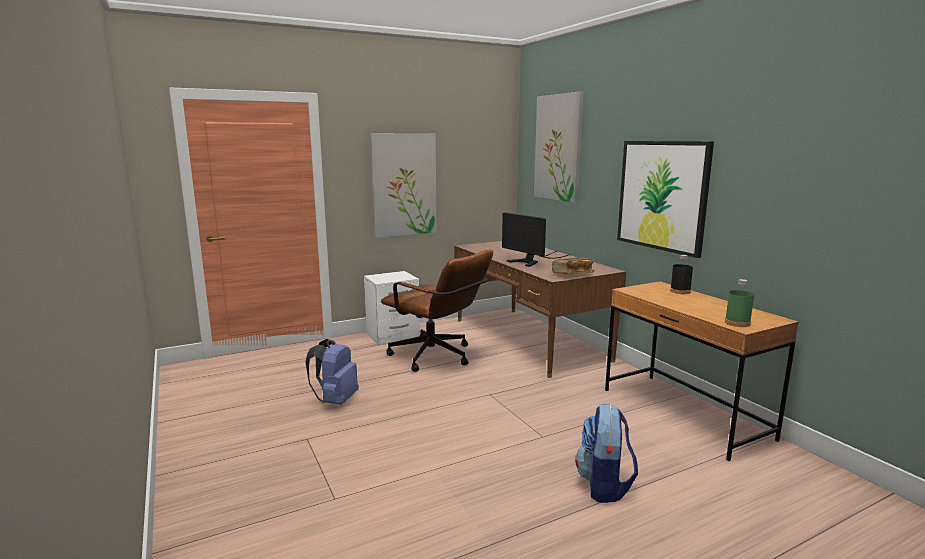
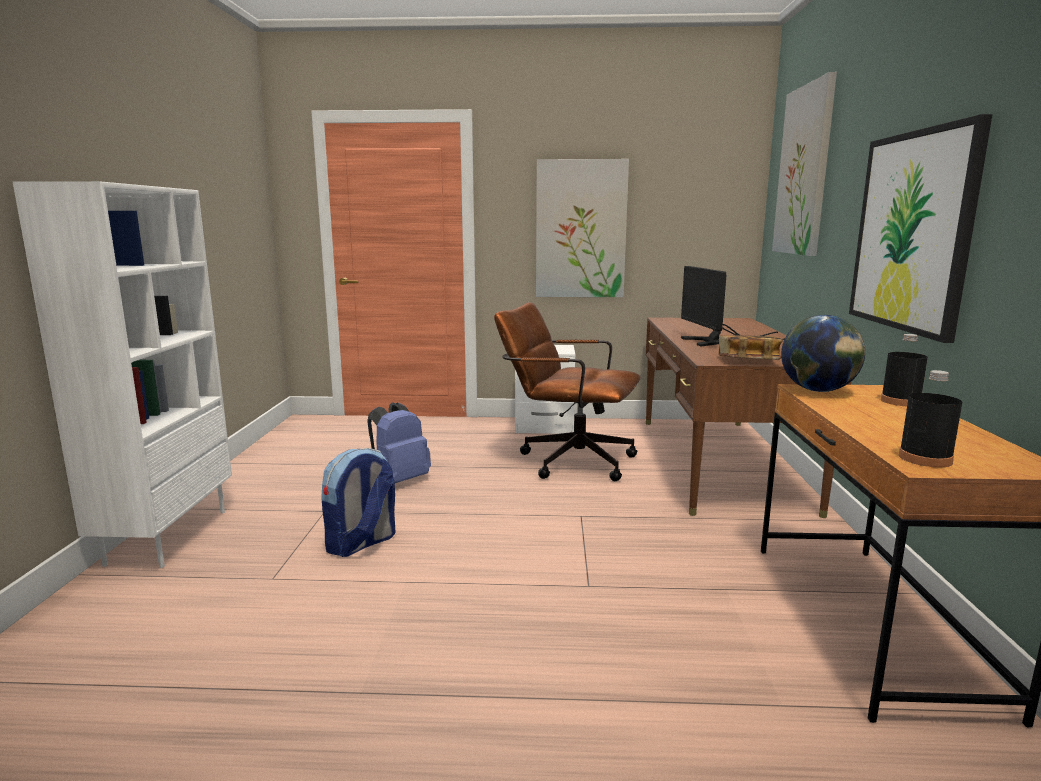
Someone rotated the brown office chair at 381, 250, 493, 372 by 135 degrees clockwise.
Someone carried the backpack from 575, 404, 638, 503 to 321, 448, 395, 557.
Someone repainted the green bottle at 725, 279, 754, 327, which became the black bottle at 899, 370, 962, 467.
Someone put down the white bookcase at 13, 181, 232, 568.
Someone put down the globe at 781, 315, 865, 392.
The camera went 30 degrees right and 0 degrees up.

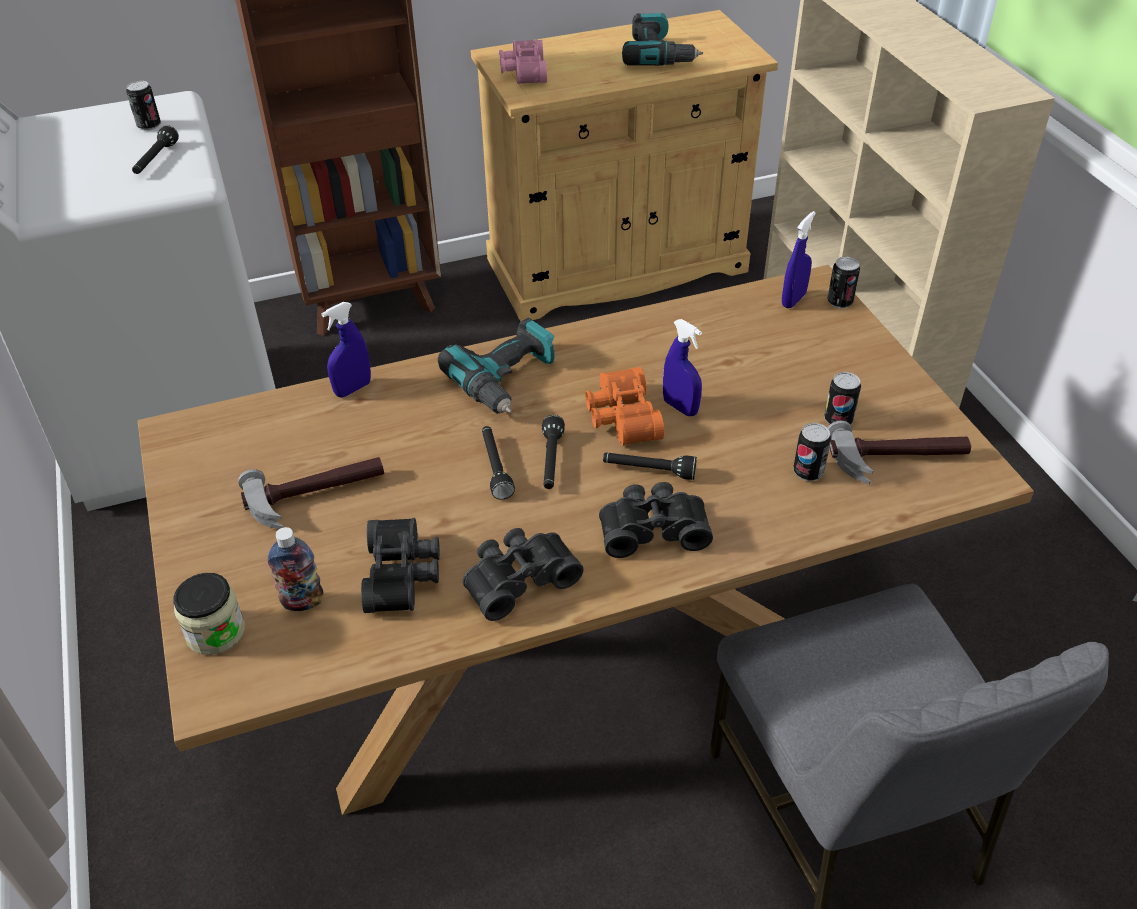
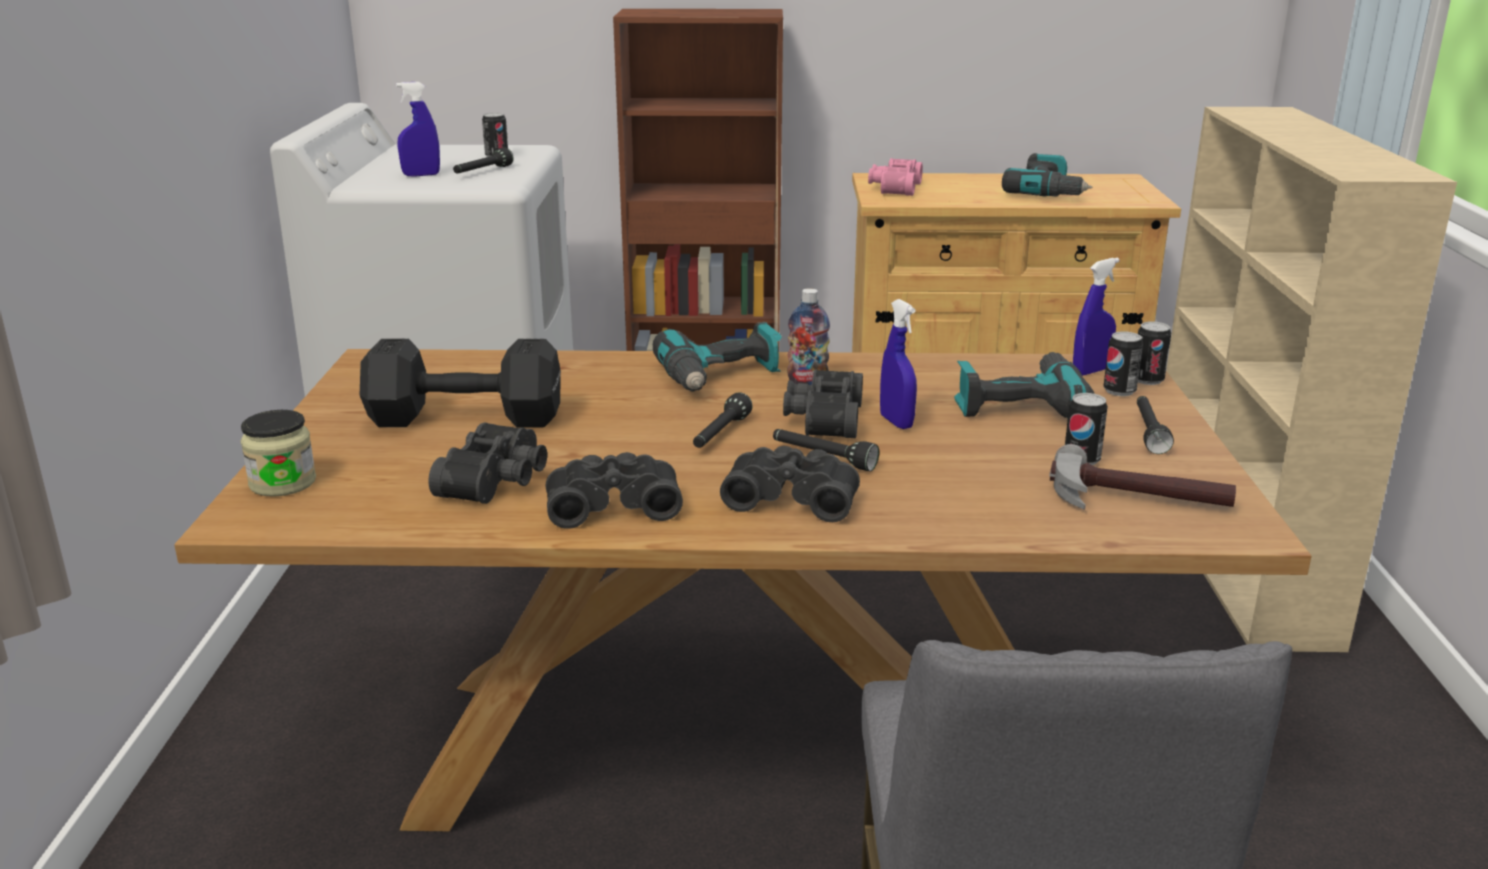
Someone swapped the hammer at 238, 457, 384, 529 for the black dumbbell at 360, 339, 561, 427.
Someone carried the bottle from 268, 527, 323, 611 to 787, 288, 830, 385.
Someone carried the blue spray bottle from 321, 302, 371, 397 to 396, 82, 440, 176.
Someone carried the black flashlight from 482, 426, 515, 500 to 1137, 396, 1174, 454.
Someone repainted the orange binoculars at 585, 367, 664, 446, which became the black binoculars at 783, 369, 863, 438.
Someone carried the can from 793, 423, 831, 481 to 1103, 331, 1143, 396.
Someone put down the power drill at 954, 352, 1095, 418.
The camera went 20 degrees right and 20 degrees down.

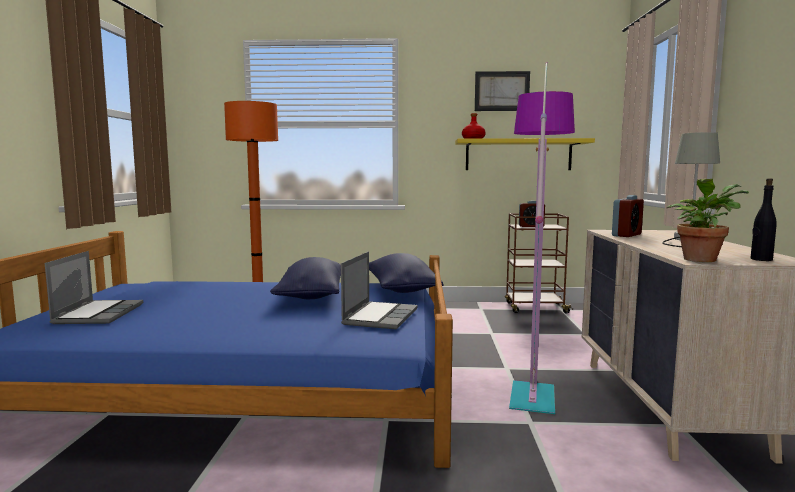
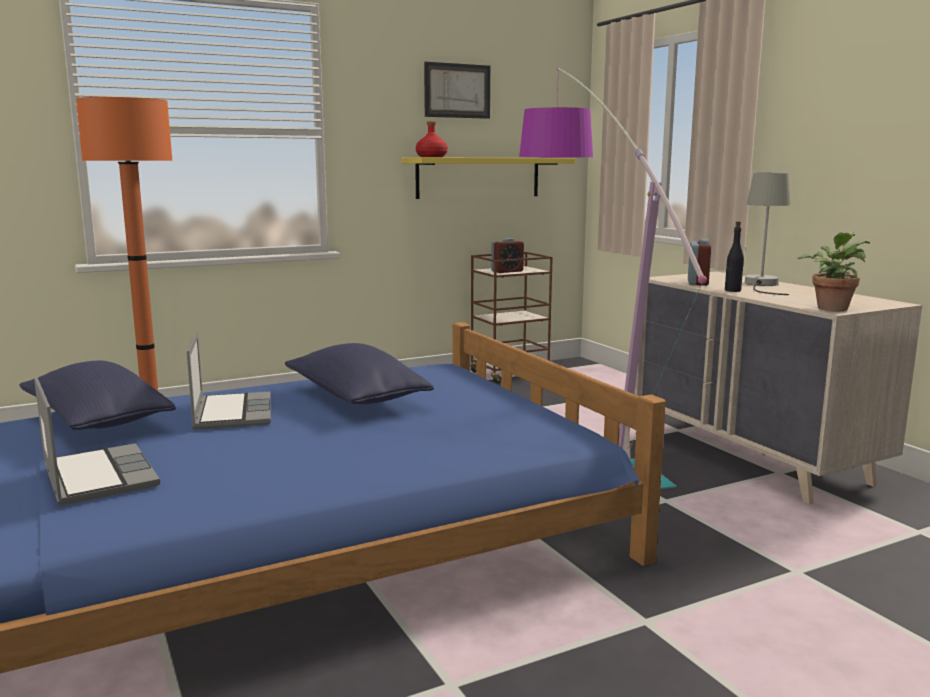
Someone carried the laptop from 341, 251, 418, 330 to 187, 330, 271, 430.
Someone carried the blue pillow from 369, 253, 444, 293 to 19, 361, 176, 430.
Someone carried the black bottle from 751, 178, 777, 261 to 725, 221, 744, 292.
The camera went 30 degrees left and 5 degrees up.

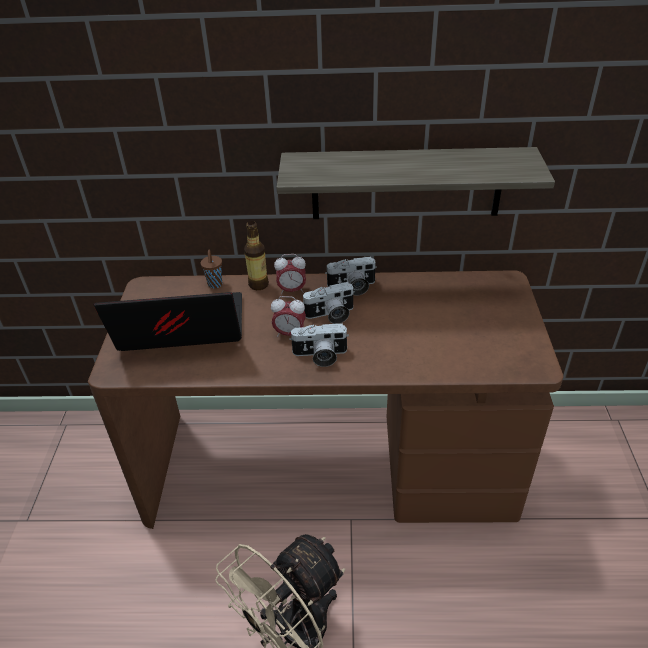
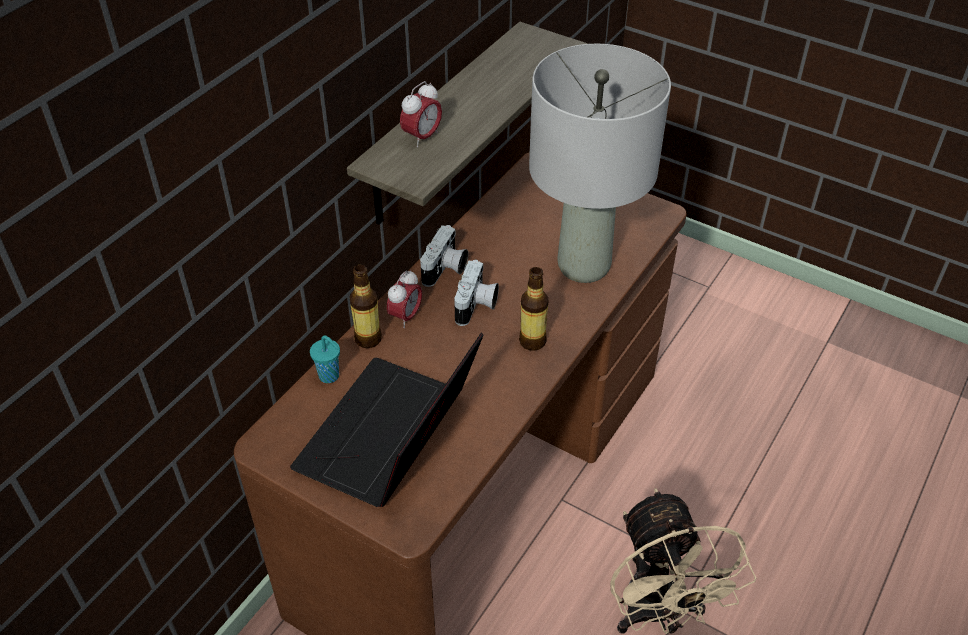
Someone repainted the brown cup at 201, 250, 222, 288, which became the turquoise cup at 310, 335, 340, 383.
Someone carried the alarm clock from 271, 296, 306, 337 to 400, 81, 442, 148.
Someone swapped the photo camera at 289, 323, 349, 367 for the bottle at 519, 267, 548, 351.
Someone put down the grey table lamp at 529, 44, 671, 283.
The camera went 60 degrees left and 5 degrees up.

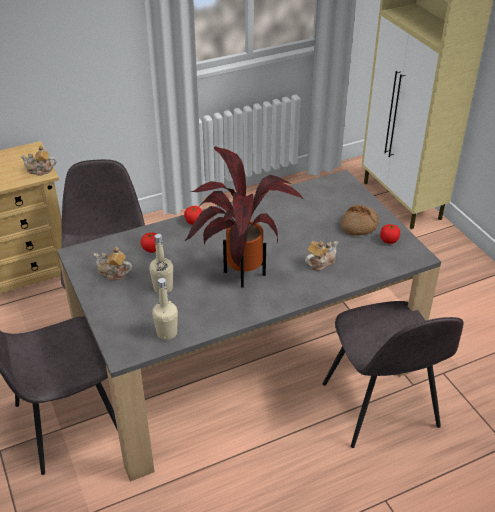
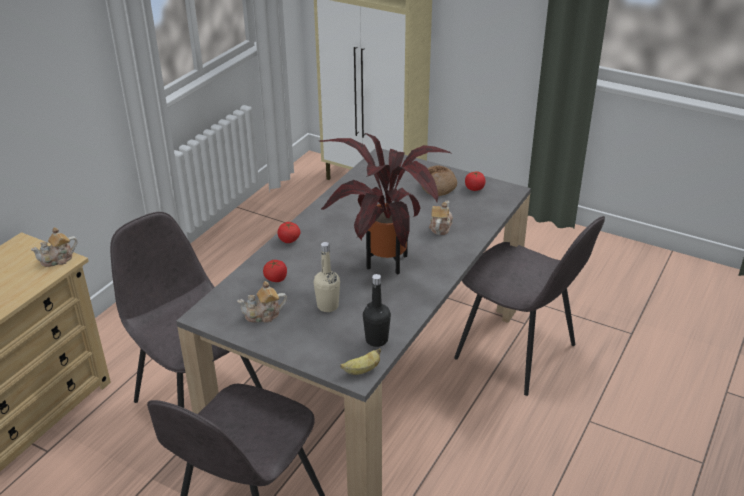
Someone repainted the beige bottle at 152, 278, 178, 340, which became the black bottle at 363, 274, 391, 347.
Someone put down the banana at 340, 348, 381, 375.
The camera went 35 degrees left and 5 degrees down.

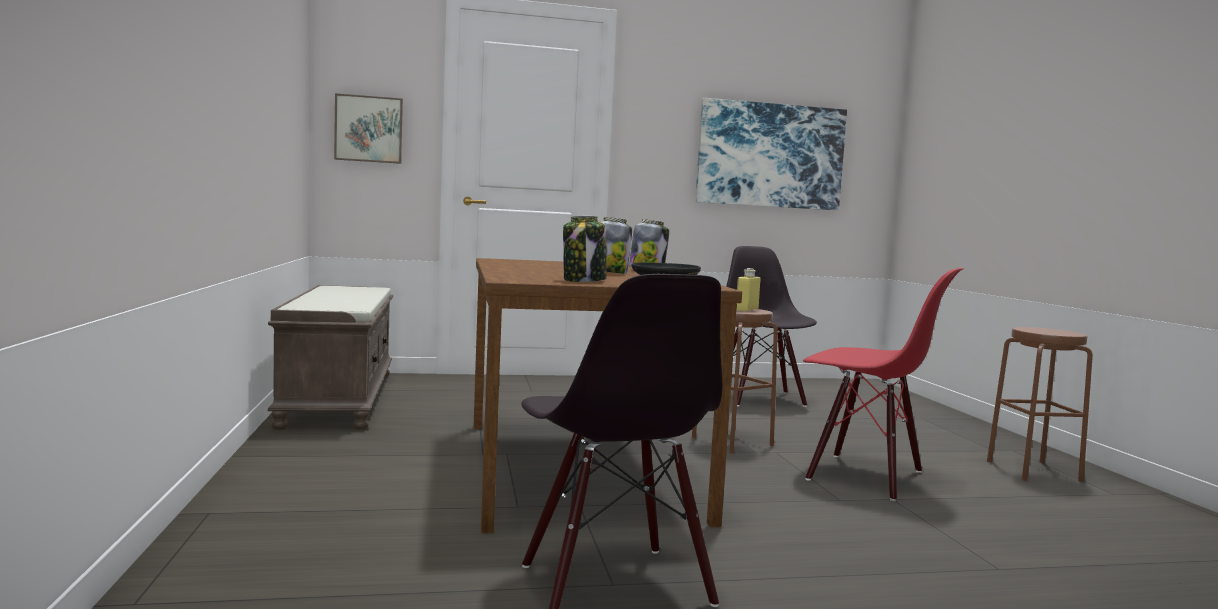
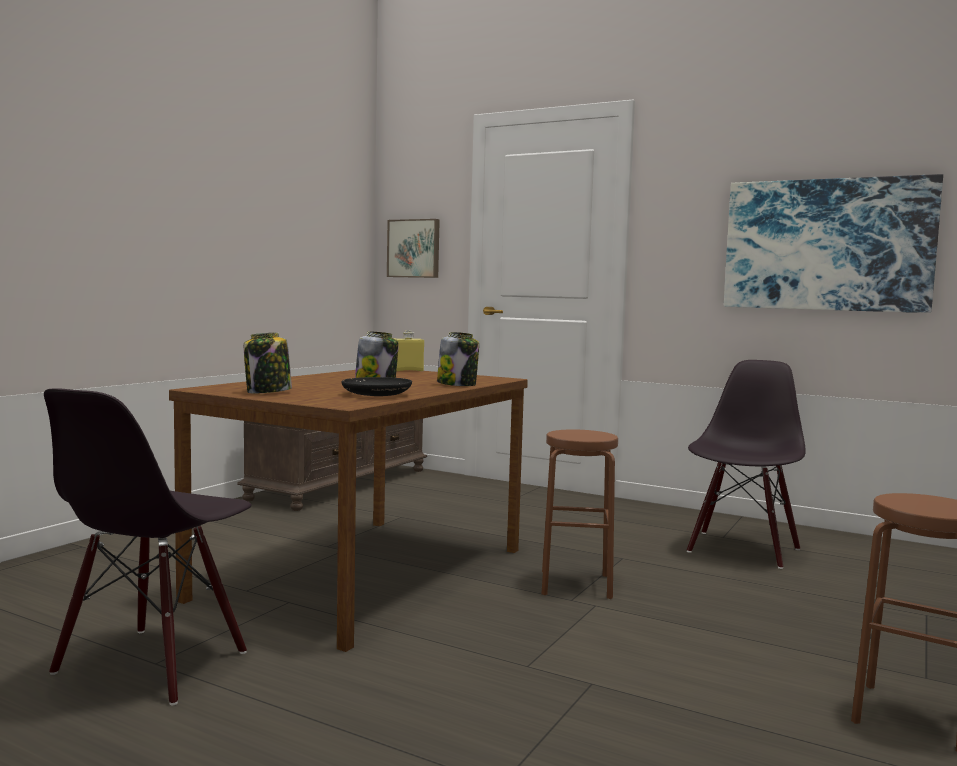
Someone carried the yellow bottle from 736, 268, 760, 312 to 395, 330, 424, 371.
Someone took away the red chair at 803, 268, 964, 501.
The camera went 40 degrees right and 0 degrees up.

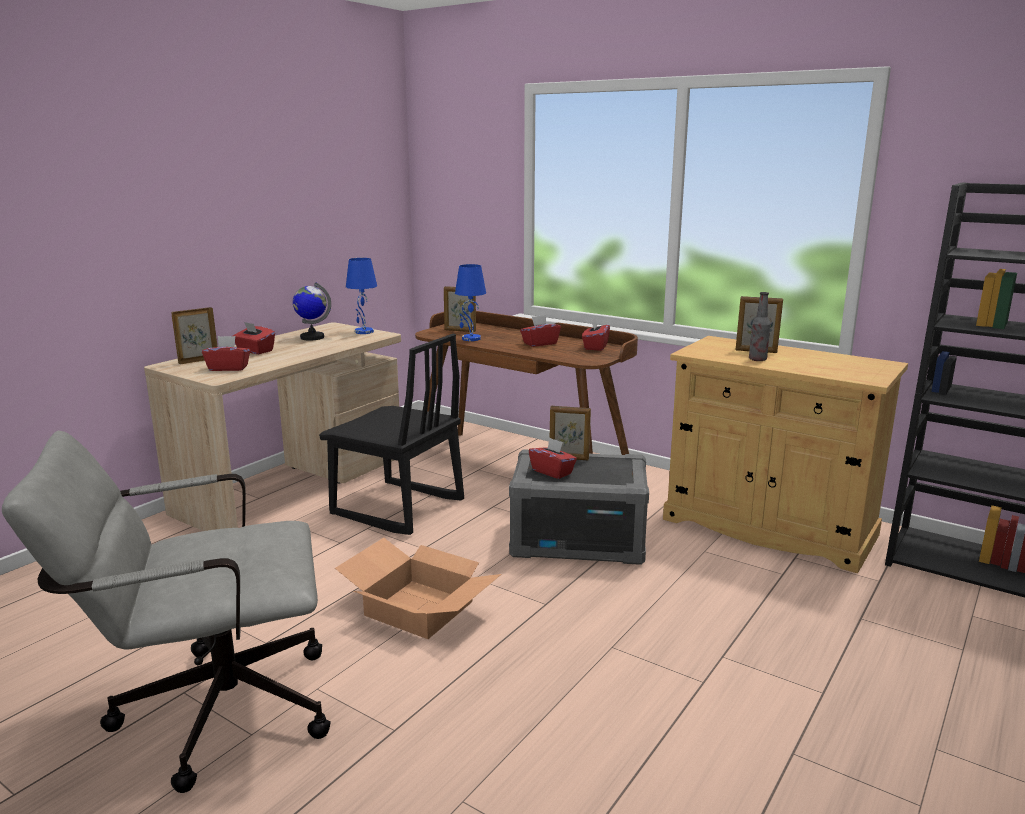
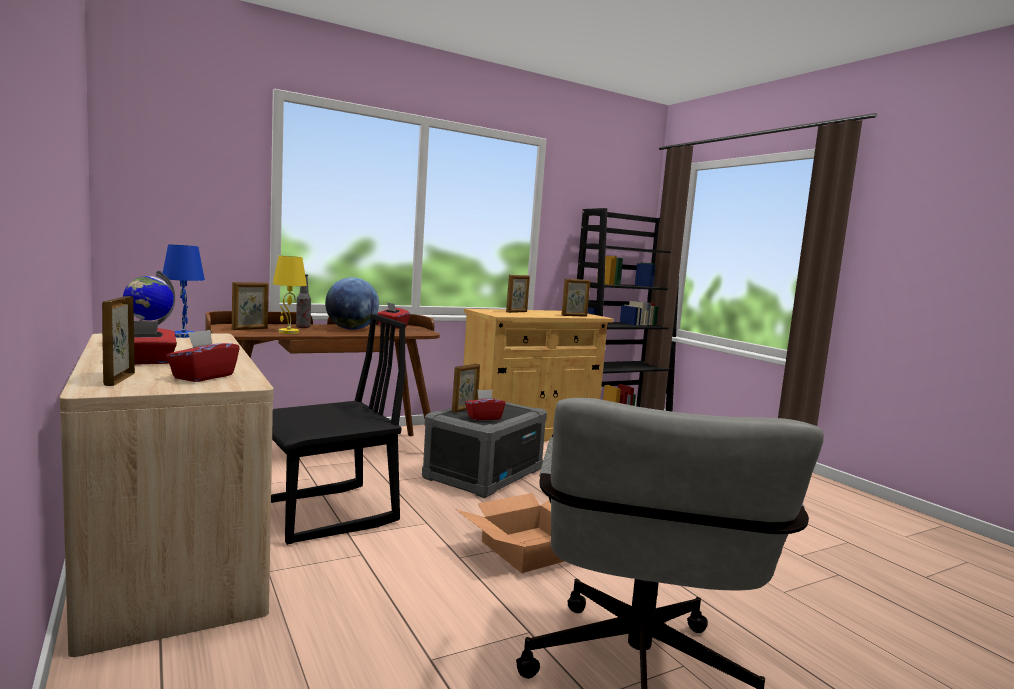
Someone repainted the blue table lamp at 455, 264, 486, 341, which became the yellow table lamp at 273, 256, 307, 334.
Someone swapped the red tissue box at 520, 315, 561, 347 for the globe at 325, 277, 379, 330.
Someone carried the bottle from 749, 292, 770, 361 to 296, 274, 311, 328.
Someone put down the picture frame at 561, 279, 590, 317.
The camera went 65 degrees left and 10 degrees down.

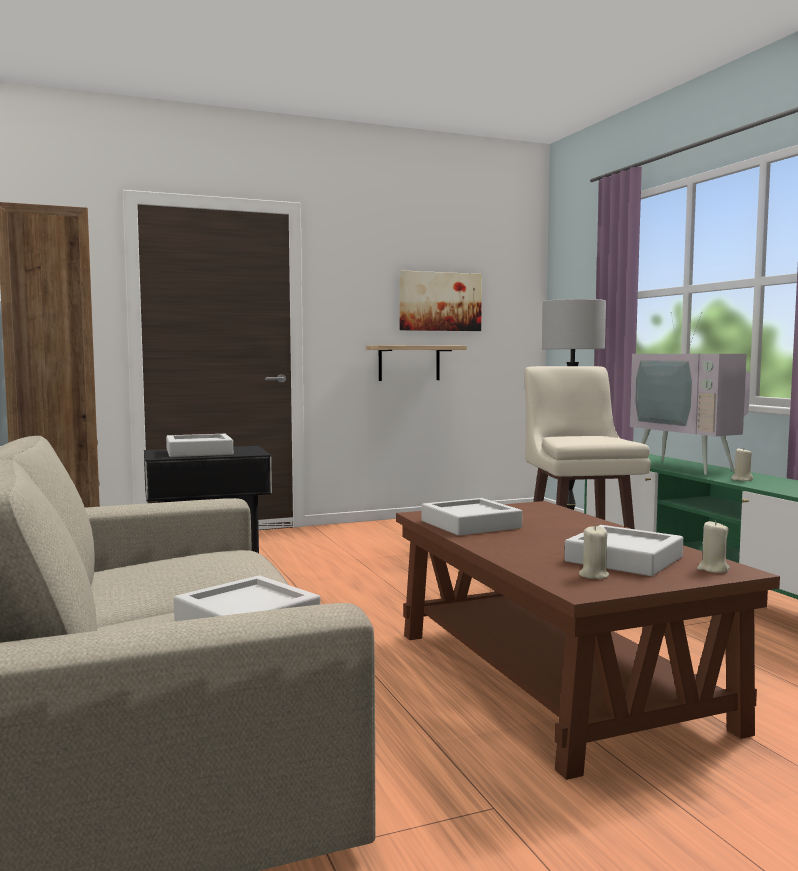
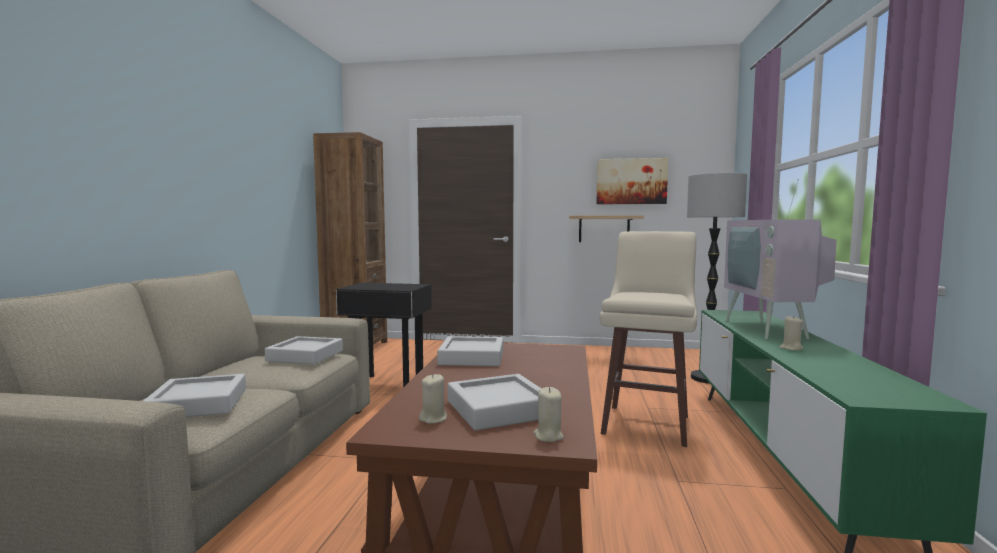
Someone carried the grey tray from 166, 434, 233, 457 to 265, 336, 343, 364.
The camera went 30 degrees right and 0 degrees up.

